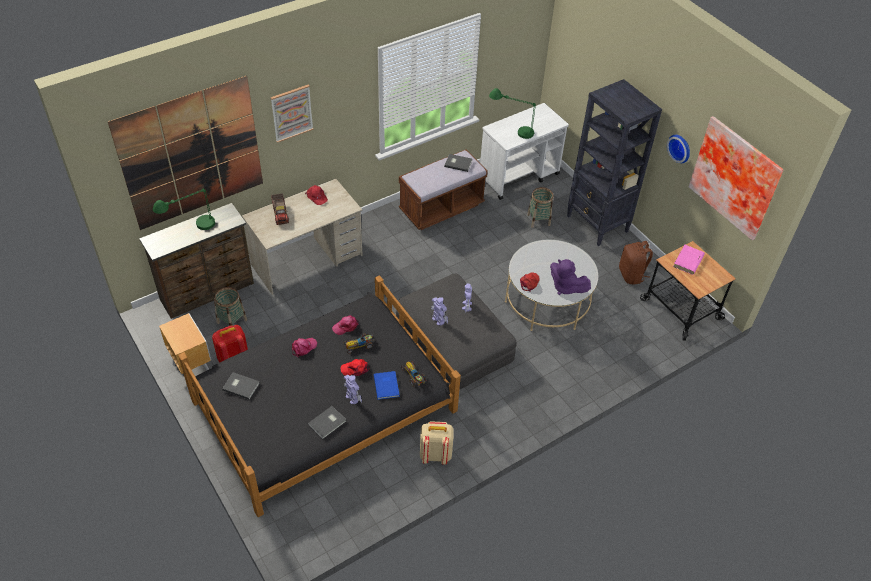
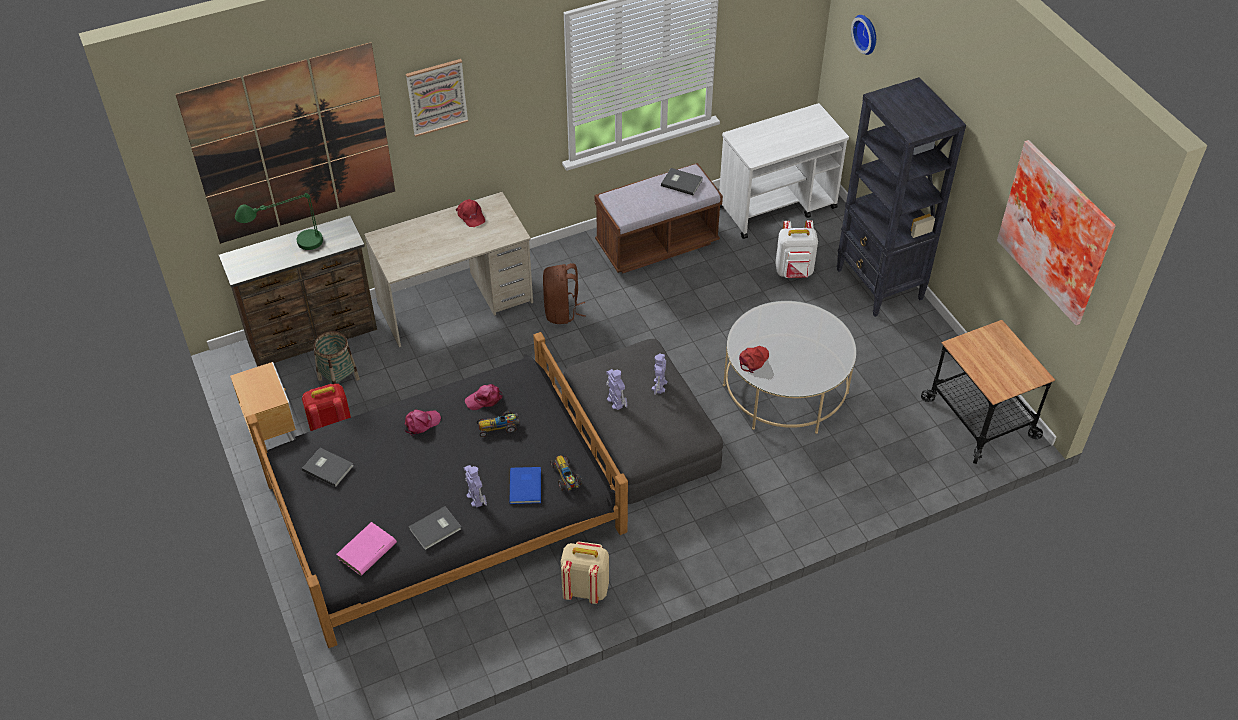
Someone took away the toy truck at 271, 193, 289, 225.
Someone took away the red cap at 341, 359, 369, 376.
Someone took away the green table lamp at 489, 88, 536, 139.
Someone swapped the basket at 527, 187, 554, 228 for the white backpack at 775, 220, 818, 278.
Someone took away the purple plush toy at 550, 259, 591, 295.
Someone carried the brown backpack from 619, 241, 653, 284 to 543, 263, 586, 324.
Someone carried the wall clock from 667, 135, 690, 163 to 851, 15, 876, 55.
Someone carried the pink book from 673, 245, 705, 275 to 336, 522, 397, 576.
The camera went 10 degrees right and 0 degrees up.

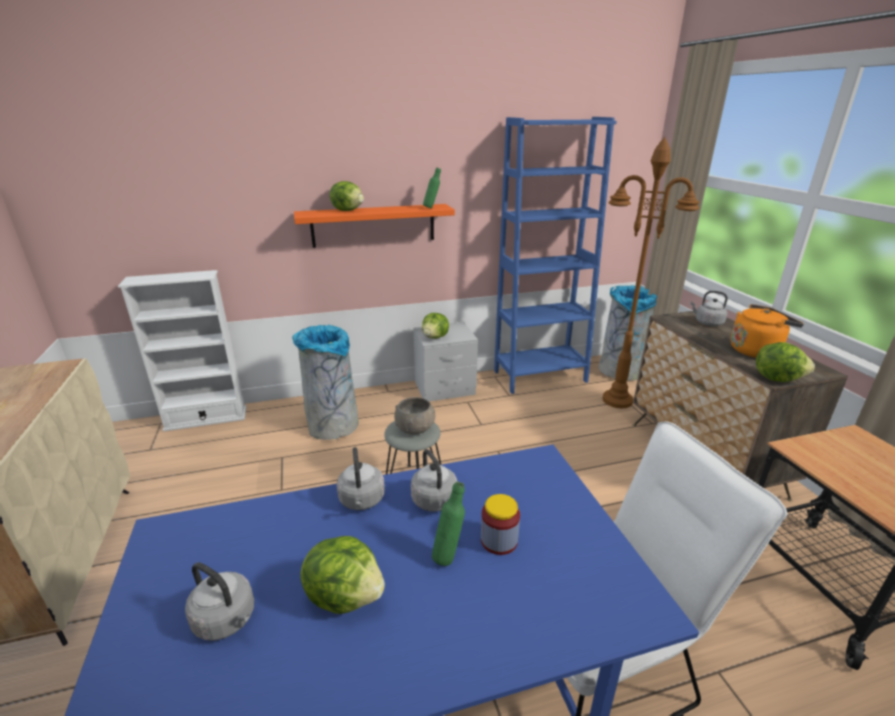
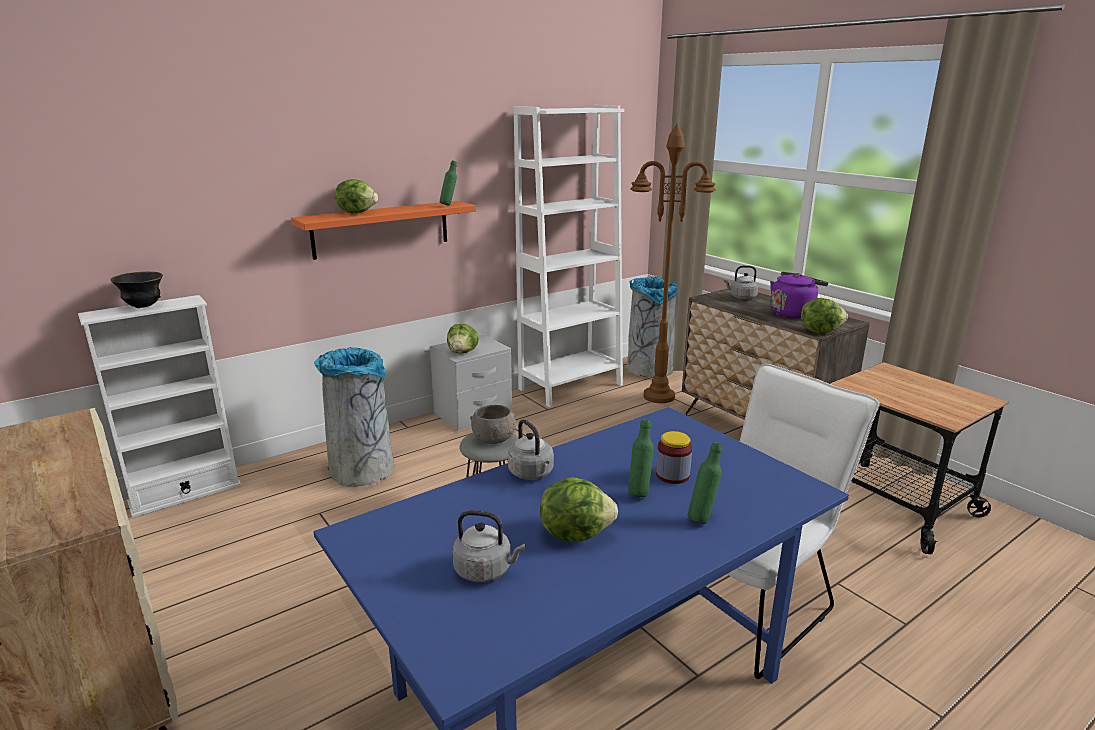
Someone took away the grey kettle at 411, 449, 457, 511.
Someone repainted the blue bookcase at 494, 117, 617, 394, which became the white bookcase at 514, 105, 624, 408.
Someone repainted the orange kettle at 730, 304, 804, 358, which became the purple kettle at 770, 272, 828, 319.
Someone put down the black bowl at 110, 272, 163, 308.
Someone put down the green bottle at 687, 442, 722, 524.
The camera went 20 degrees left and 5 degrees down.

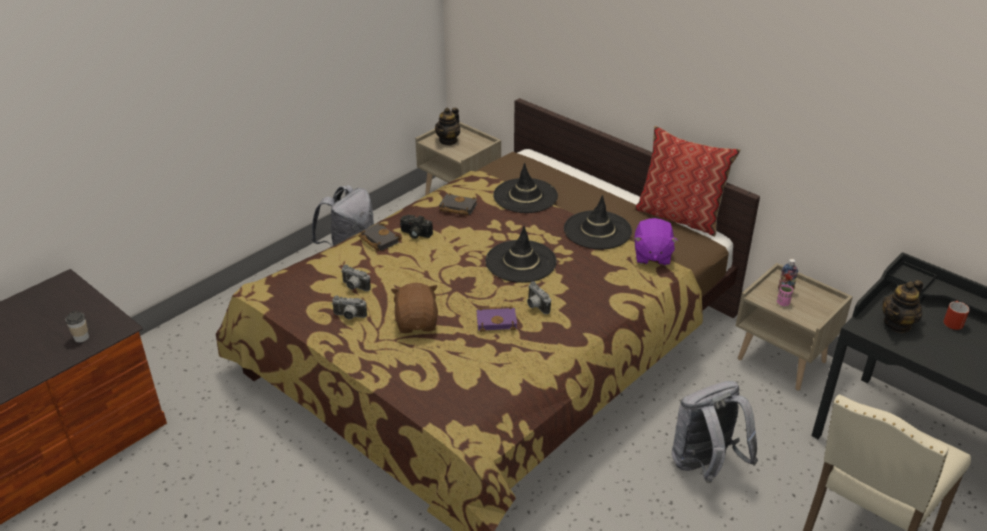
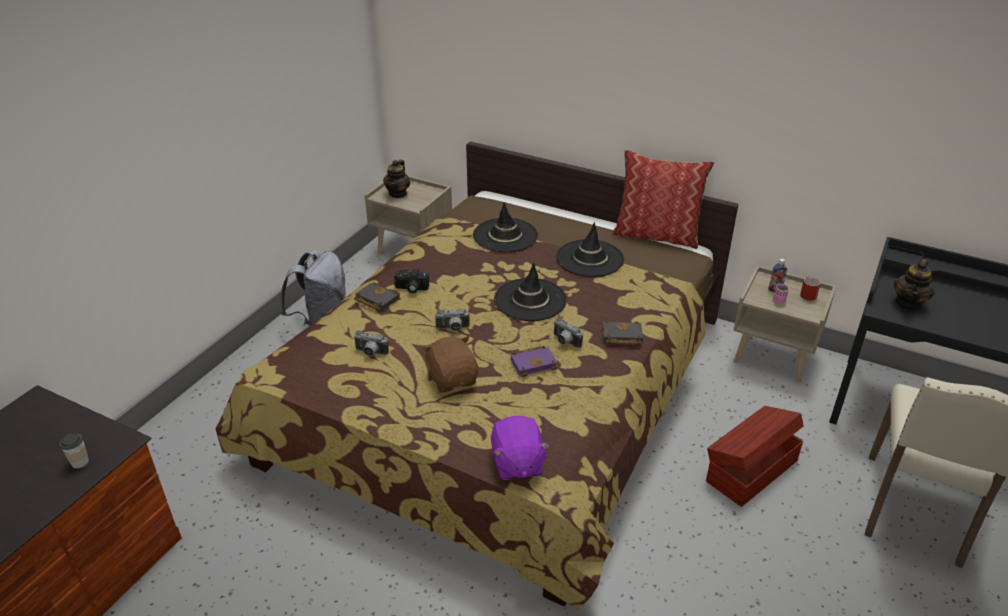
Someone carried the photo camera from 332, 296, 367, 319 to 435, 309, 470, 331.
Someone carried the black book from 439, 193, 477, 216 to 603, 321, 643, 345.
Someone carried the purple plush toy from 634, 218, 678, 265 to 491, 416, 550, 480.
Someone swapped the grey backpack at 672, 381, 758, 483 for the brown storage box at 706, 406, 804, 507.
Someone carried the red mug from 943, 301, 970, 330 to 800, 276, 821, 301.
The camera went 15 degrees left and 0 degrees up.

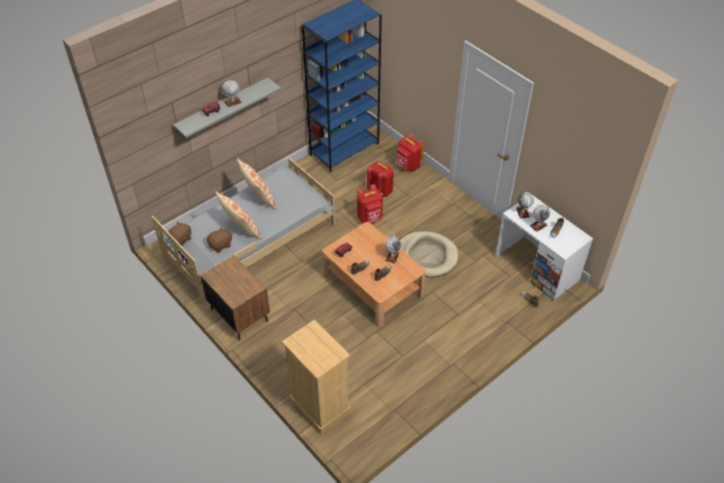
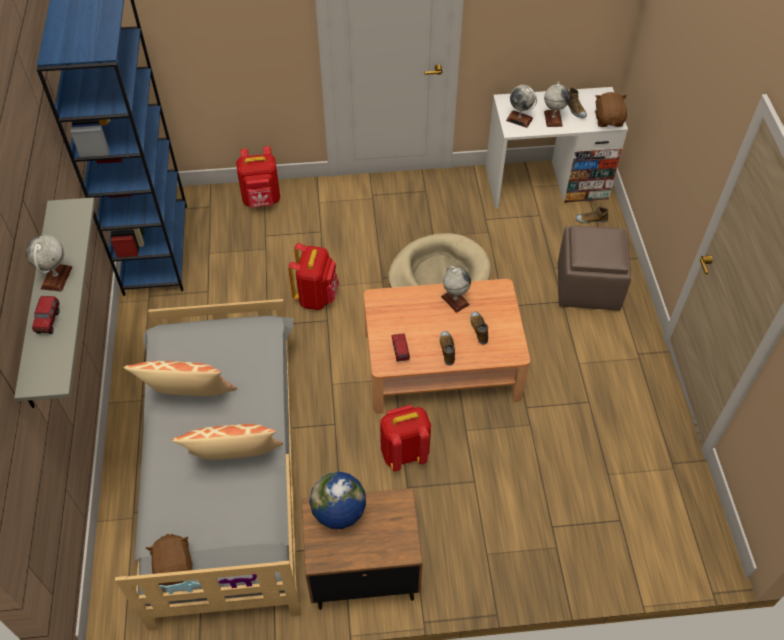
Someone carried the brown plush toy from 207, 227, 232, 252 to 595, 92, 627, 127.
Someone took away the beige dresser at 282, 319, 351, 434.
Someone carried the red backpack from 367, 161, 394, 197 to 380, 405, 431, 471.
Someone put down the globe at 309, 471, 366, 529.
Someone put down the brown ottoman at 558, 225, 631, 311.
The camera went 55 degrees left and 5 degrees up.

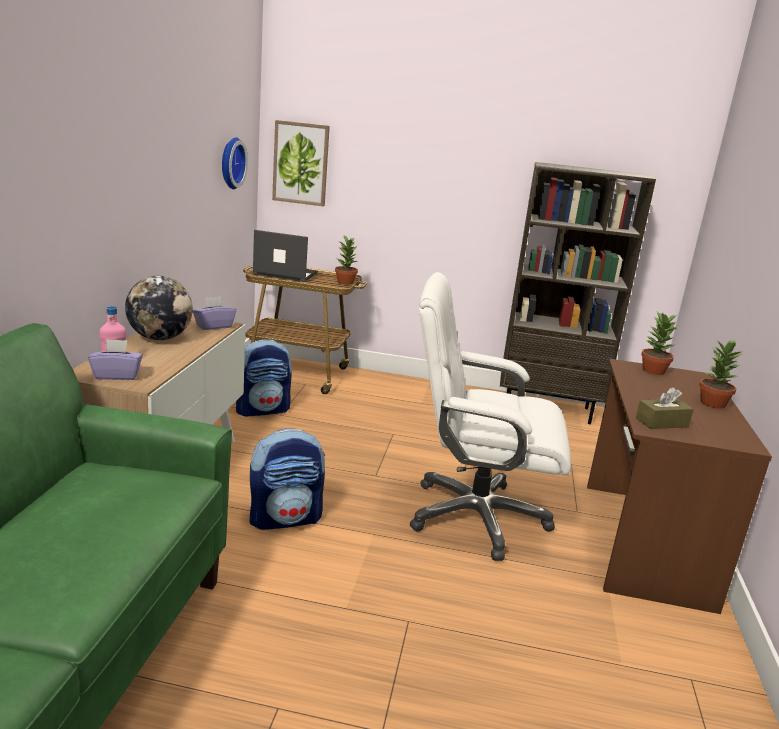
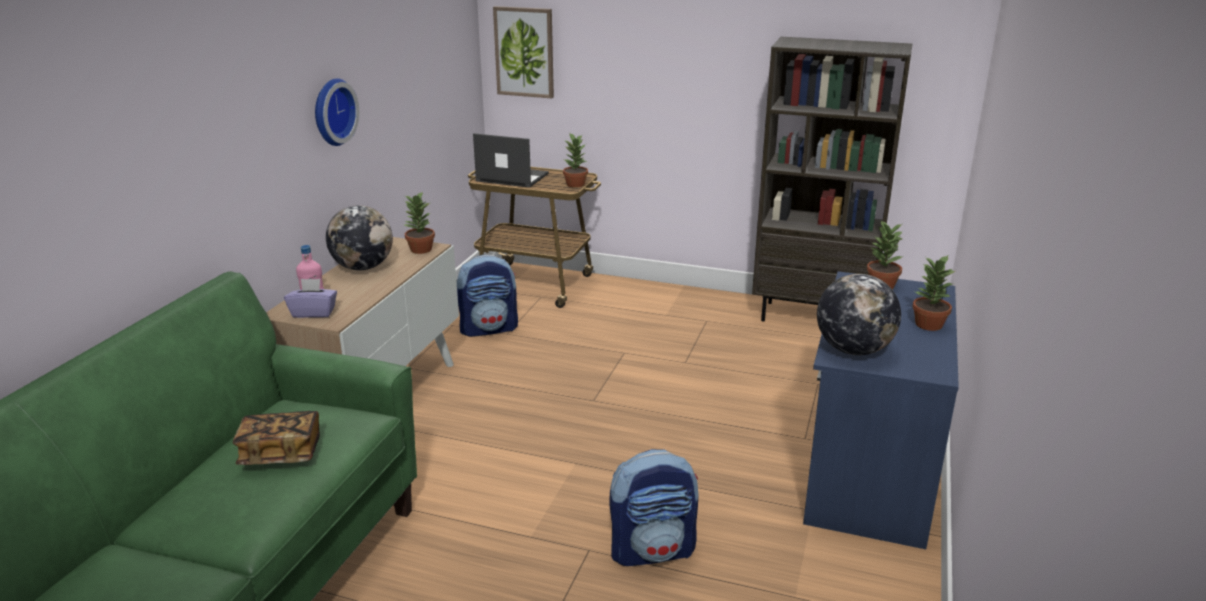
Someone swapped the purple tissue box at 193, 296, 236, 330 for the potted plant at 404, 191, 435, 254.
Someone carried the wall clock from 222, 137, 248, 189 to 315, 78, 359, 146.
Someone carried the backpack from 250, 428, 325, 530 to 610, 449, 698, 566.
Someone took away the white office chair at 410, 272, 571, 561.
Someone repainted the brown desk at 587, 359, 772, 614, which became the blue desk at 803, 271, 959, 549.
Someone swapped the brown tissue box at 636, 387, 694, 429 for the globe at 817, 274, 901, 355.
Someone put down the book at 233, 411, 320, 465.
The camera went 10 degrees right and 5 degrees up.

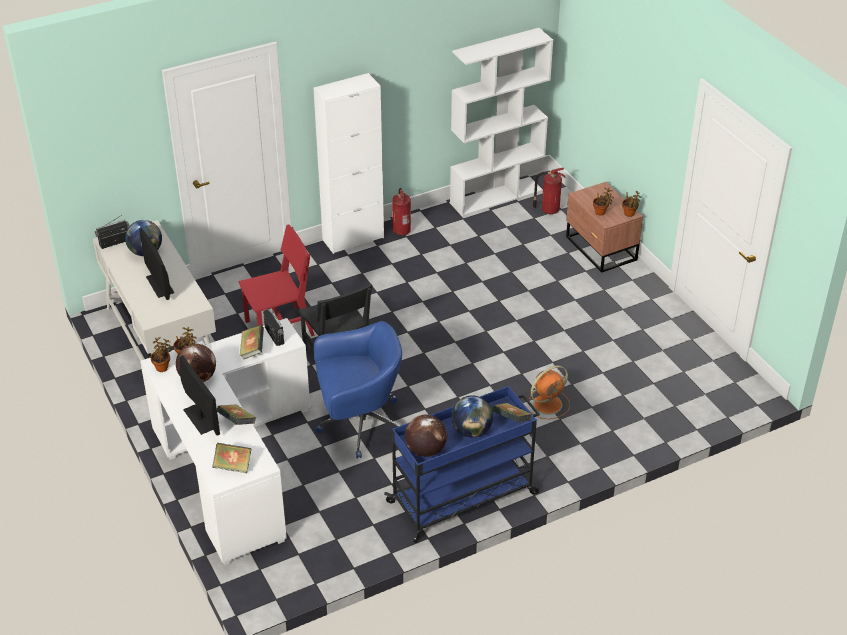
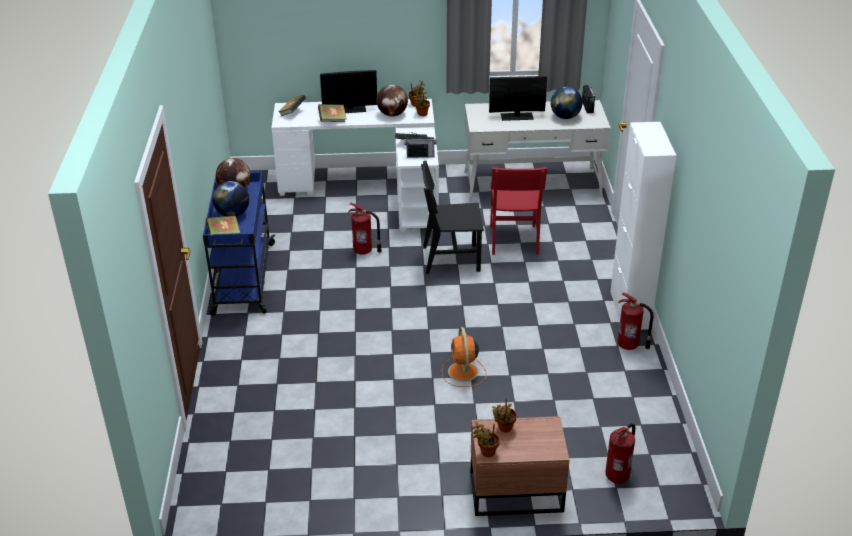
Someone swapped the blue office chair at 314, 321, 402, 459 for the fire extinguisher at 348, 202, 382, 254.
Someone took away the white bookcase at 450, 28, 553, 216.
Someone carried the orange fan from 529, 365, 570, 419 to 442, 327, 487, 387.
The camera went 115 degrees right and 5 degrees down.

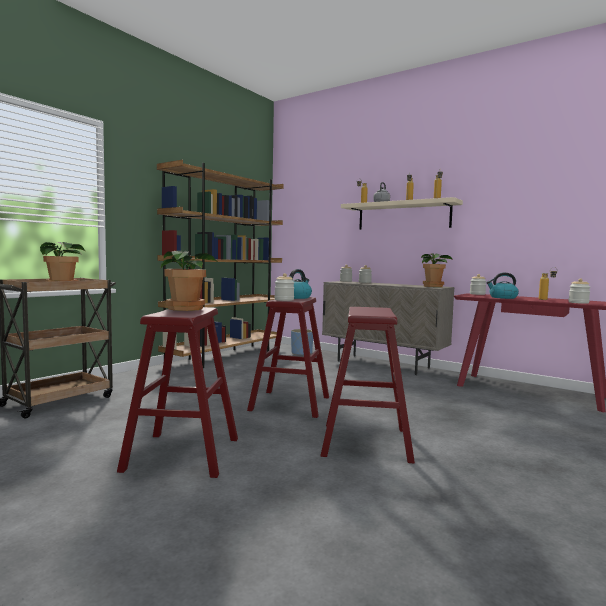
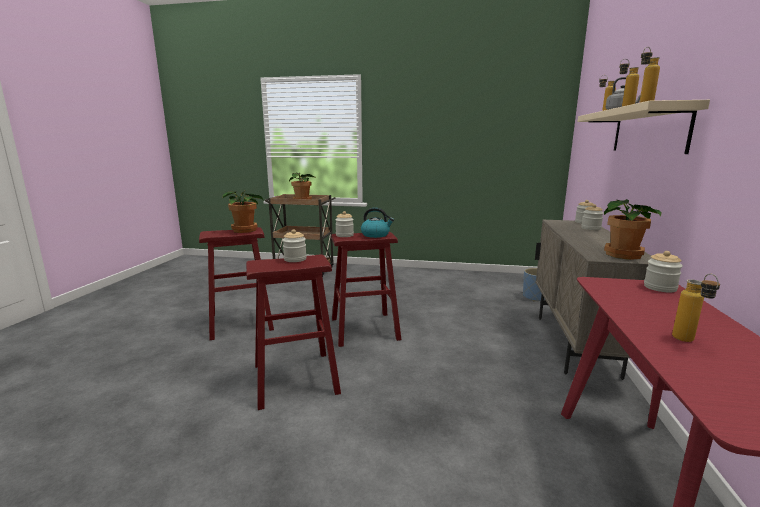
Someone took away the brown bookcase at 157, 160, 284, 368.
Someone took away the kettle at 486, 273, 519, 299.
Someone carried the jar from 568, 278, 591, 304 to 282, 229, 307, 262.
The camera went 65 degrees right and 10 degrees up.

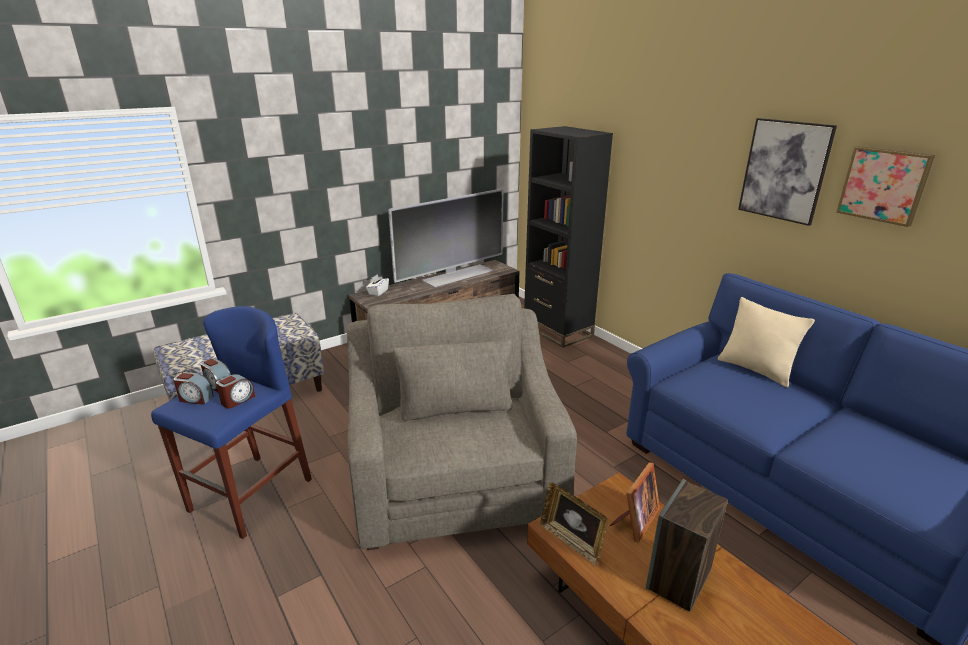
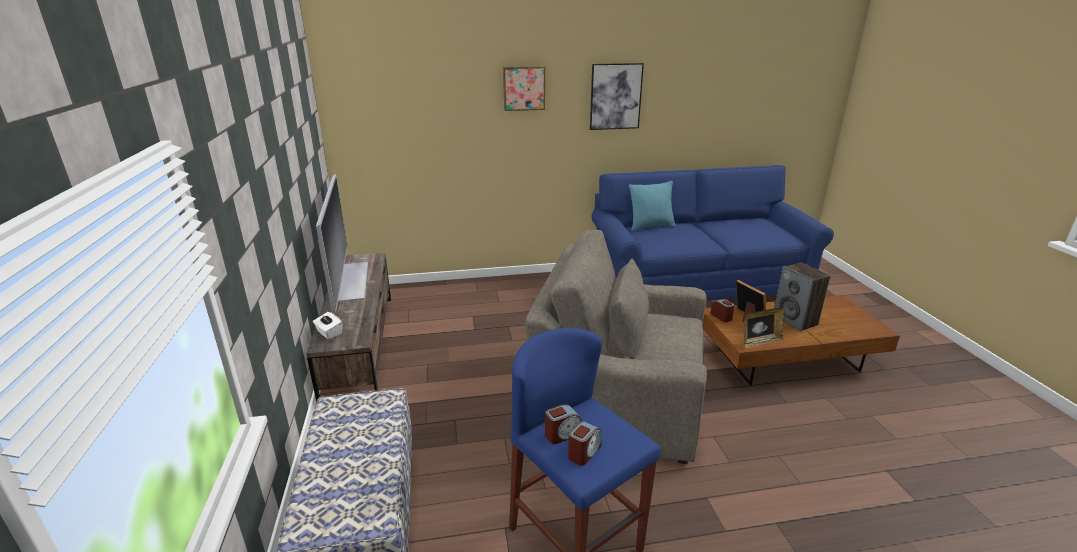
Someone carried the alarm clock from 216, 374, 255, 409 to 710, 299, 735, 322.
Someone took away the black bookcase at 524, 126, 613, 348.
Someone repainted the beige pillow at 718, 297, 815, 388, which became the turquoise pillow at 629, 181, 676, 231.
Someone carried the picture from 836, 146, 935, 227 to 503, 66, 545, 111.
The camera went 65 degrees left and 0 degrees up.

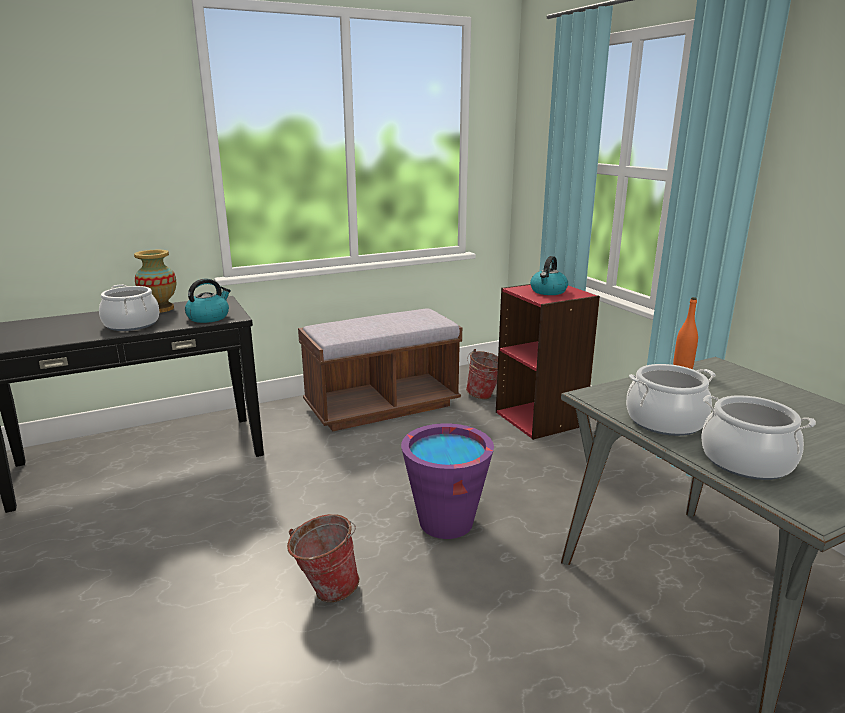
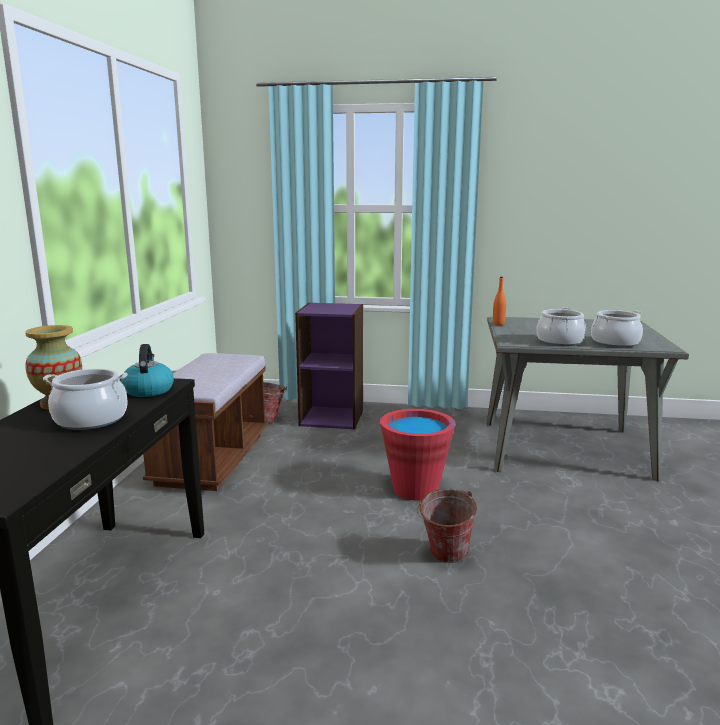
Someone repainted the purple bucket at 401, 424, 494, 539, which became the red bucket at 380, 409, 455, 500.
Someone repainted the red bookcase at 496, 284, 600, 440, which became the purple bookcase at 295, 302, 363, 430.
Someone took away the kettle at 530, 256, 568, 295.
The camera went 55 degrees left and 5 degrees down.

